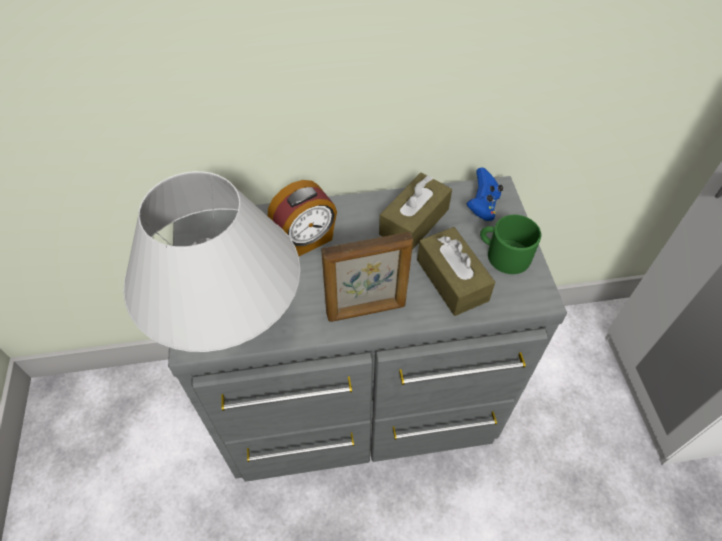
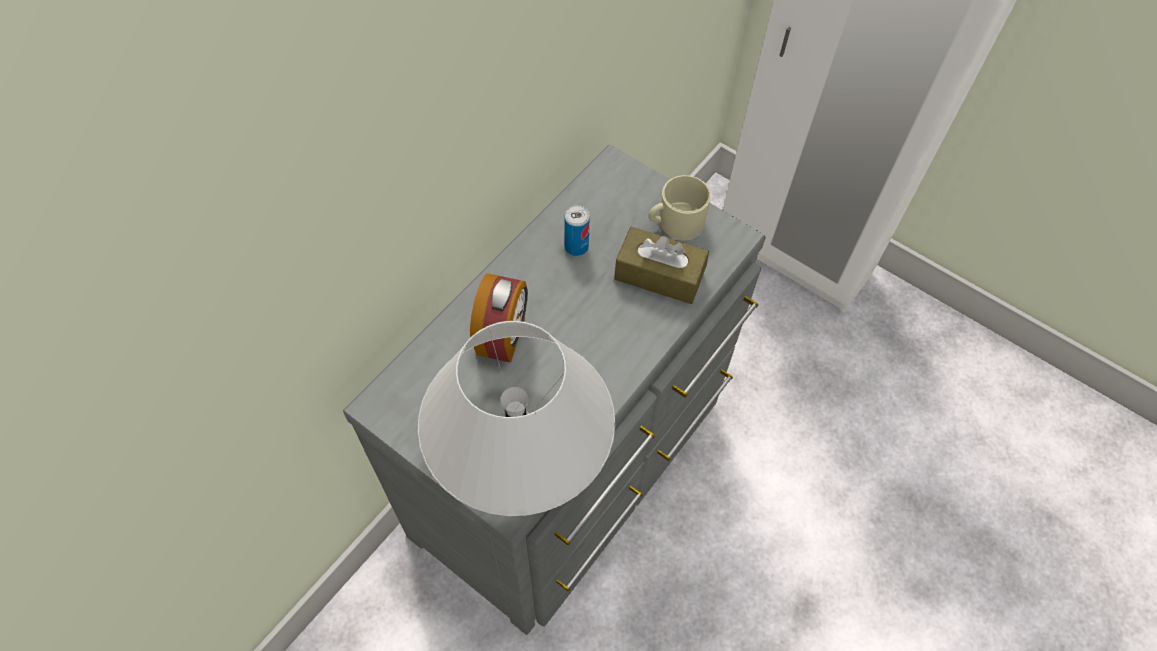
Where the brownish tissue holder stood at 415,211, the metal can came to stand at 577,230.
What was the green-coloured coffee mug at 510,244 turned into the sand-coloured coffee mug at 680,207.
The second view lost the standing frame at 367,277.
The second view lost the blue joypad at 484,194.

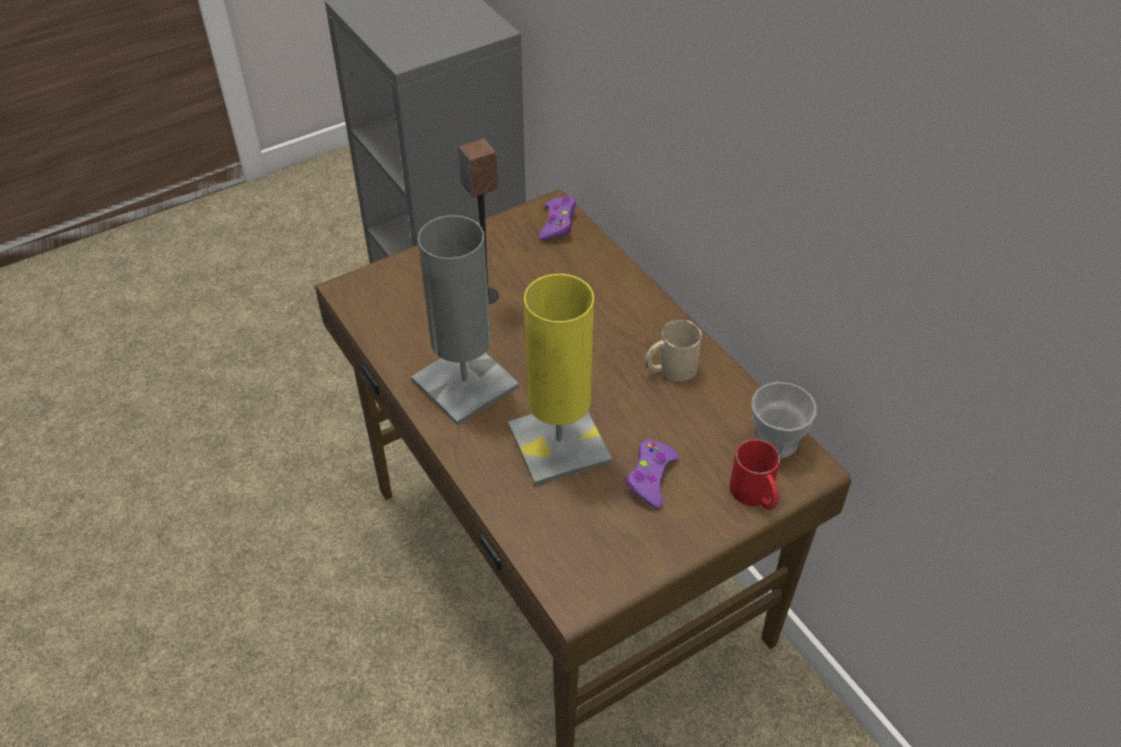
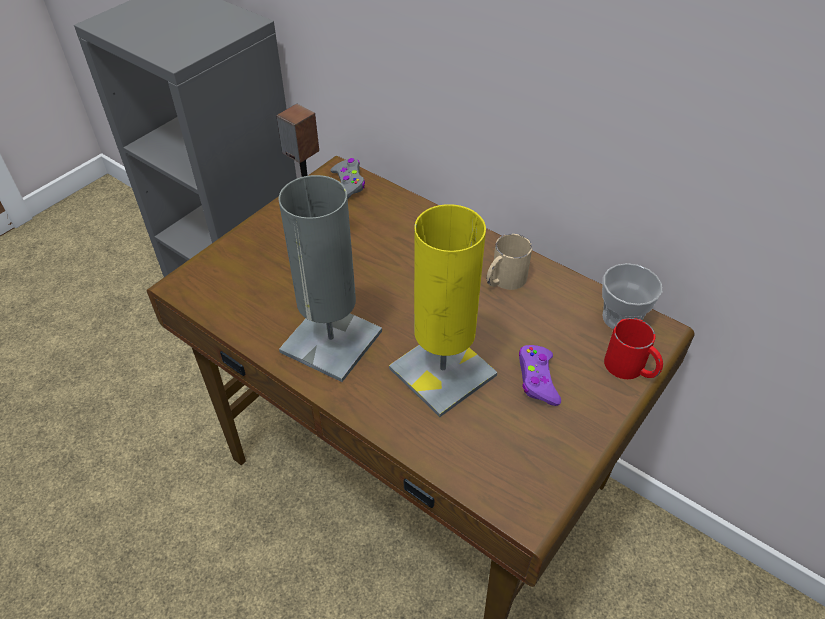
What was the purple joypad at 557,218 turned into the grey joypad at 347,178.

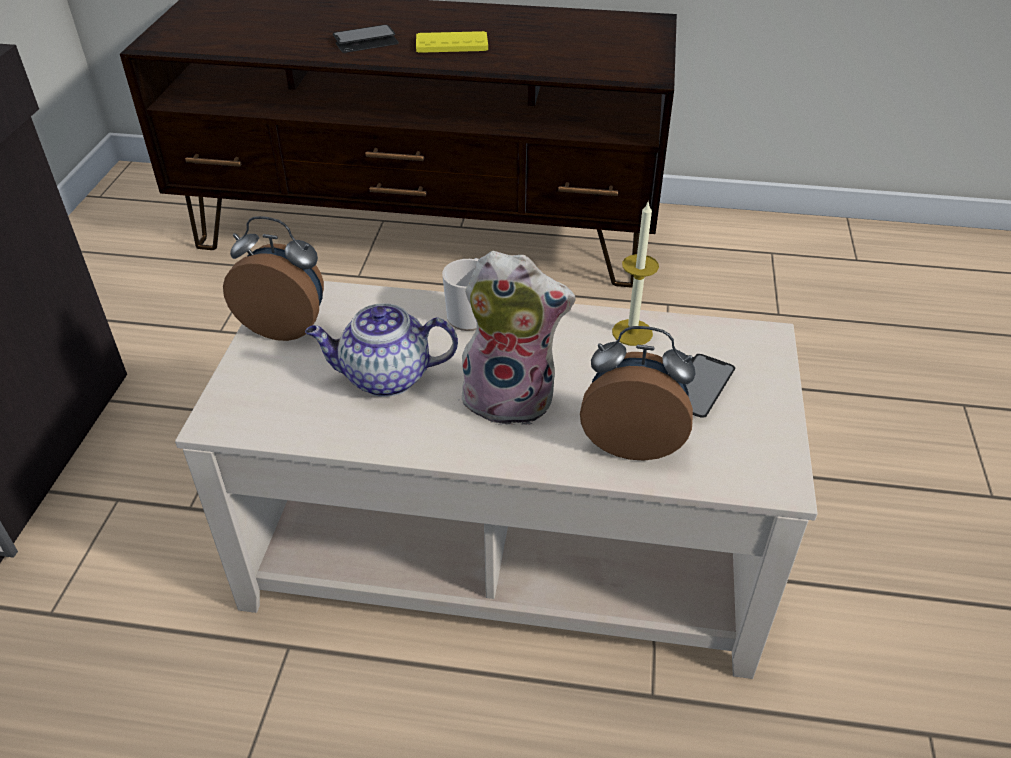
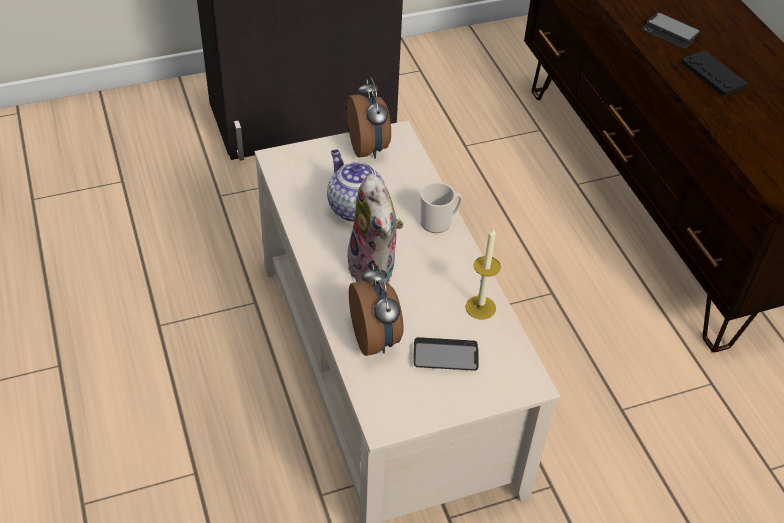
What was the yellow-coloured joypad at 452,42 turned into the black joypad at 714,73.

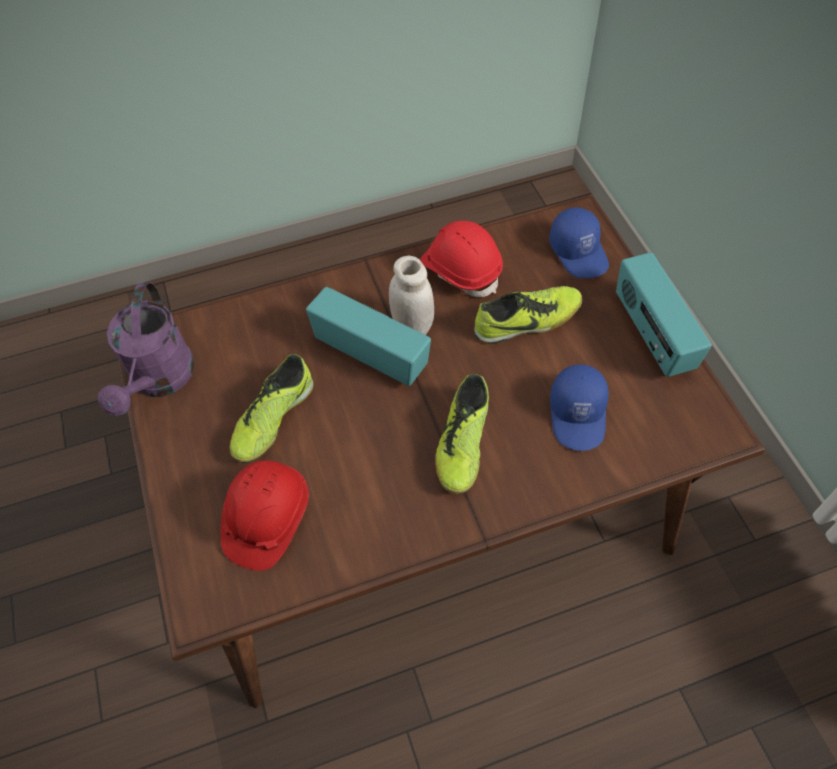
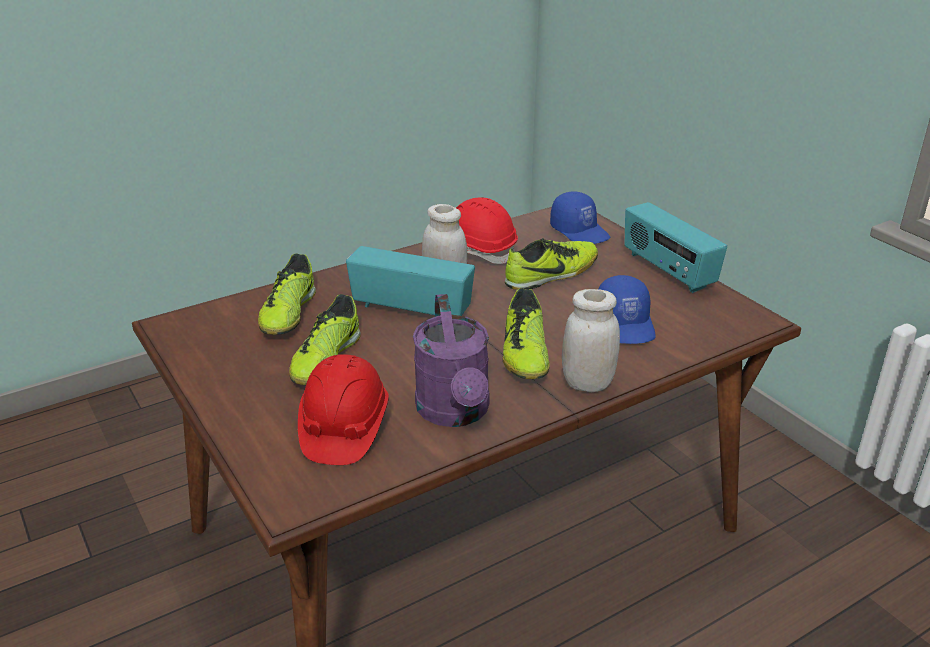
The second view gained the shoe at 287,294.
The purple sprinkling can ended up elsewhere, having gone from 146,349 to 451,360.
The second view gained the whitish jar at 591,340.

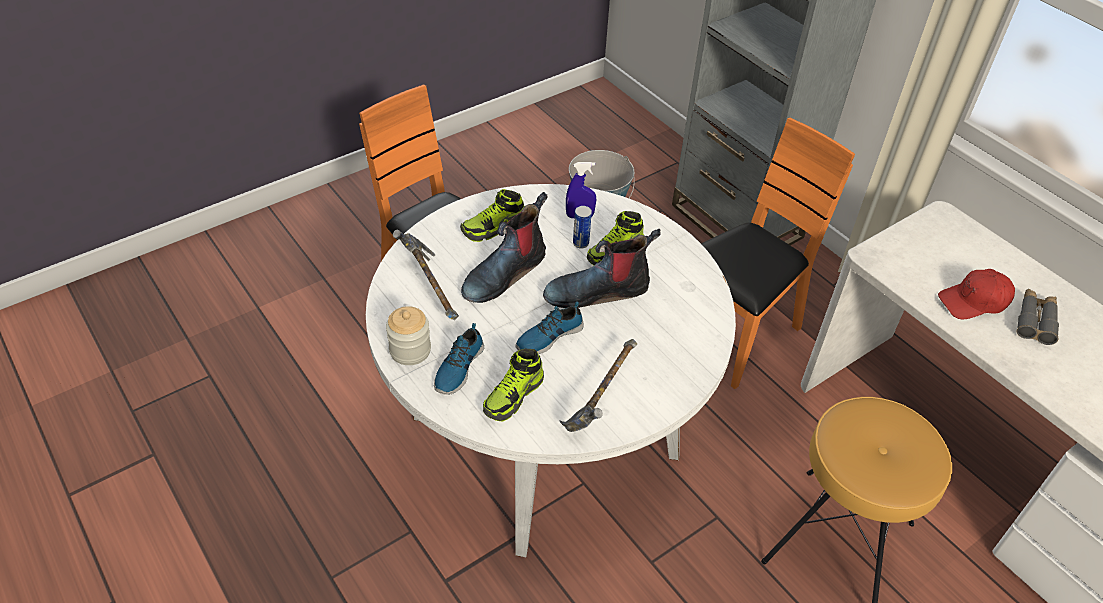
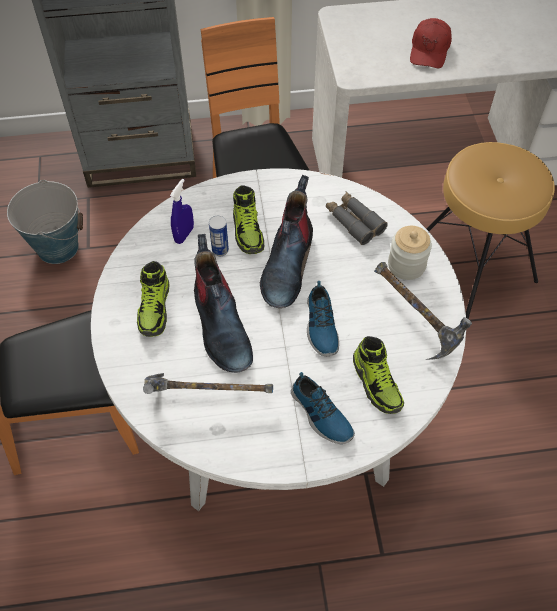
The grey pair of binoculars ended up elsewhere, having gone from 1038,317 to 357,218.
The jar ended up elsewhere, having gone from 408,335 to 410,253.

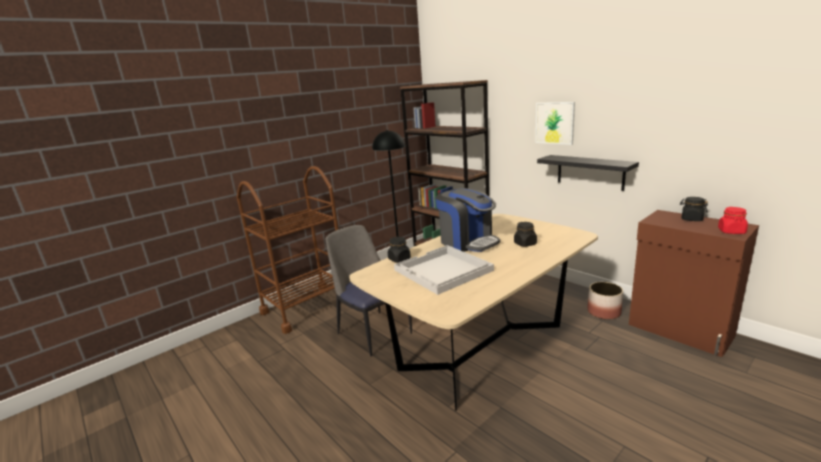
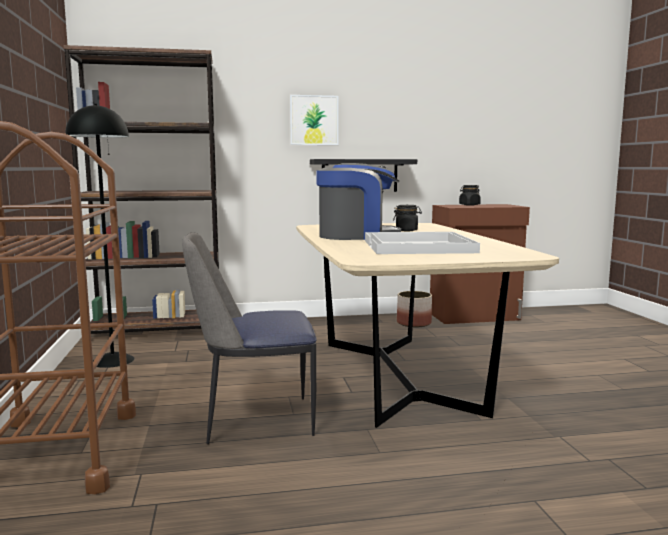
The second view lost the black jar at 399,250.
The second view lost the red jar at 733,220.

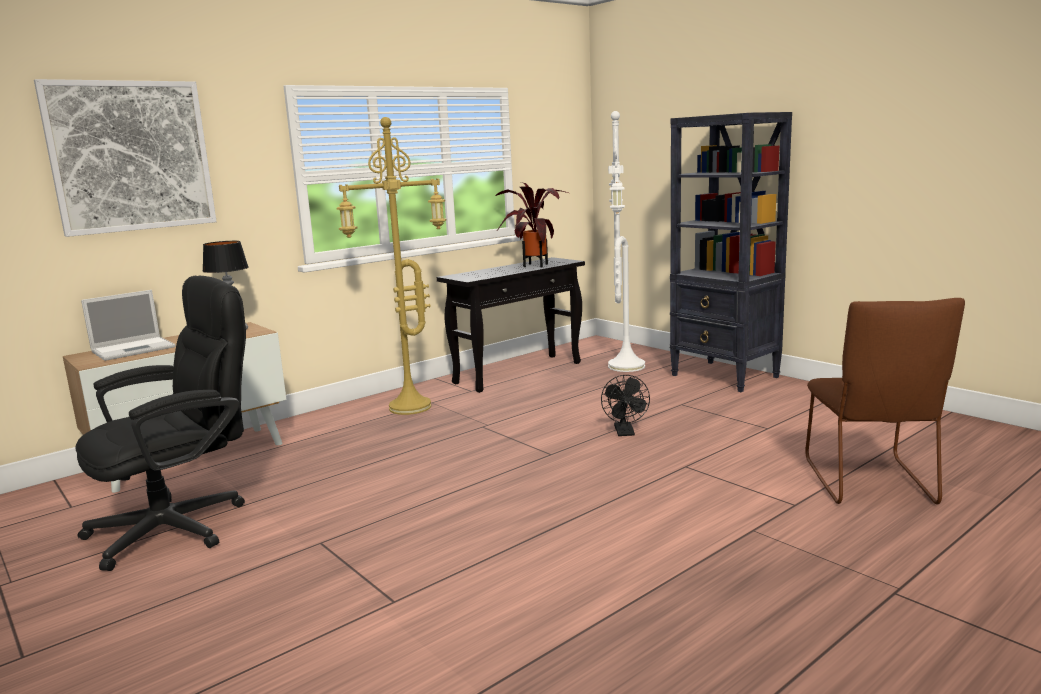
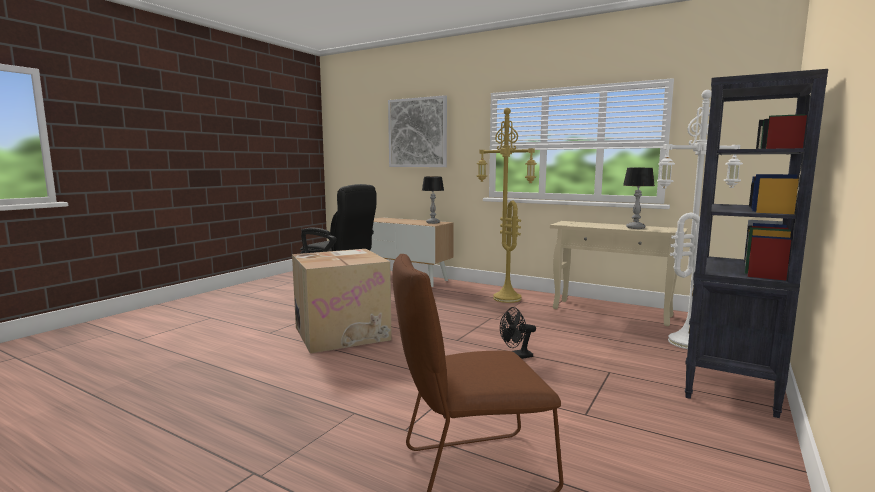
The second view gained the cardboard box at 342,301.
What was the black hall table at 511,325 turned into the sand-coloured hall table at 618,273.
Where the potted plant stood at 531,224, the tabletop lamp came to stand at 639,198.
The second view lost the notebook computer at 128,325.

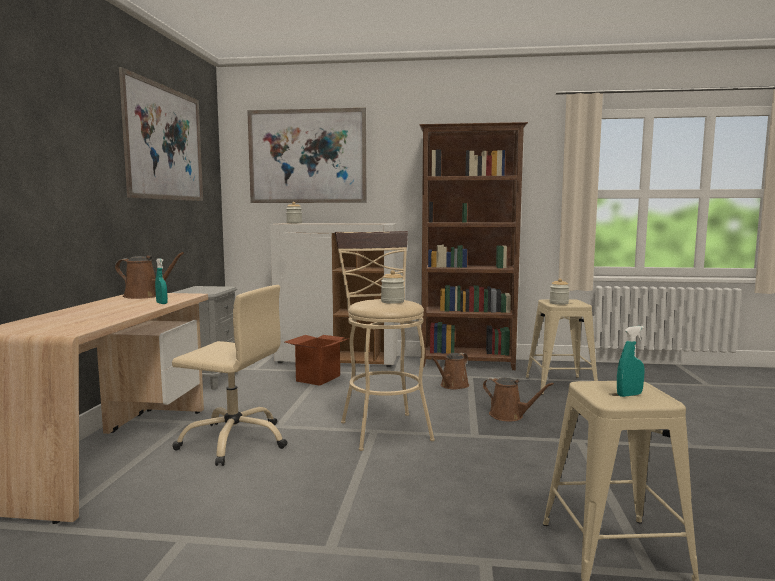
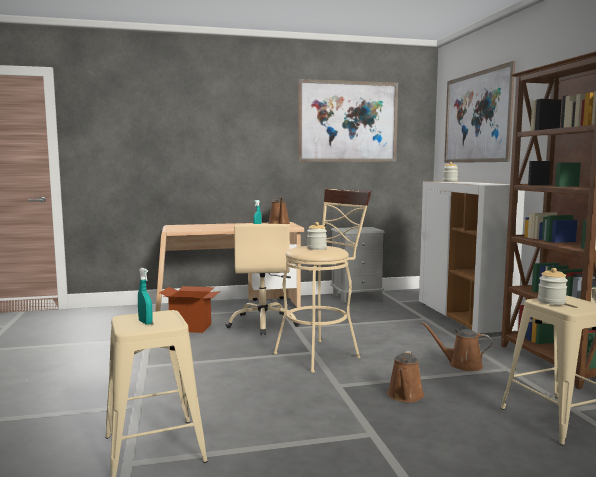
The cardboard box ended up elsewhere, having gone from 317,360 to 190,309.

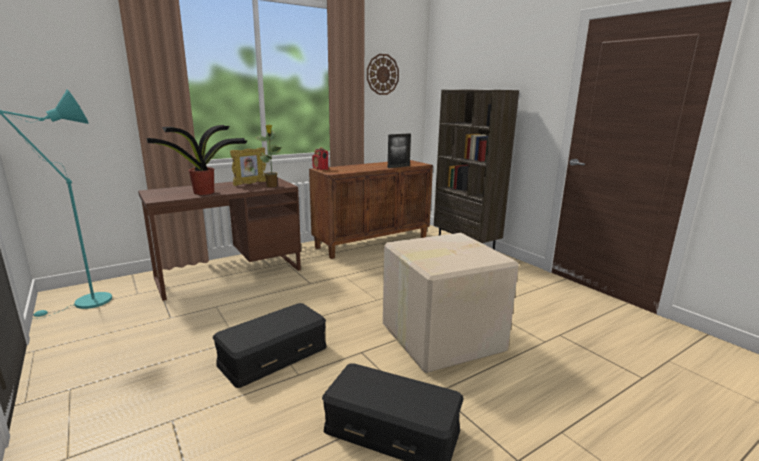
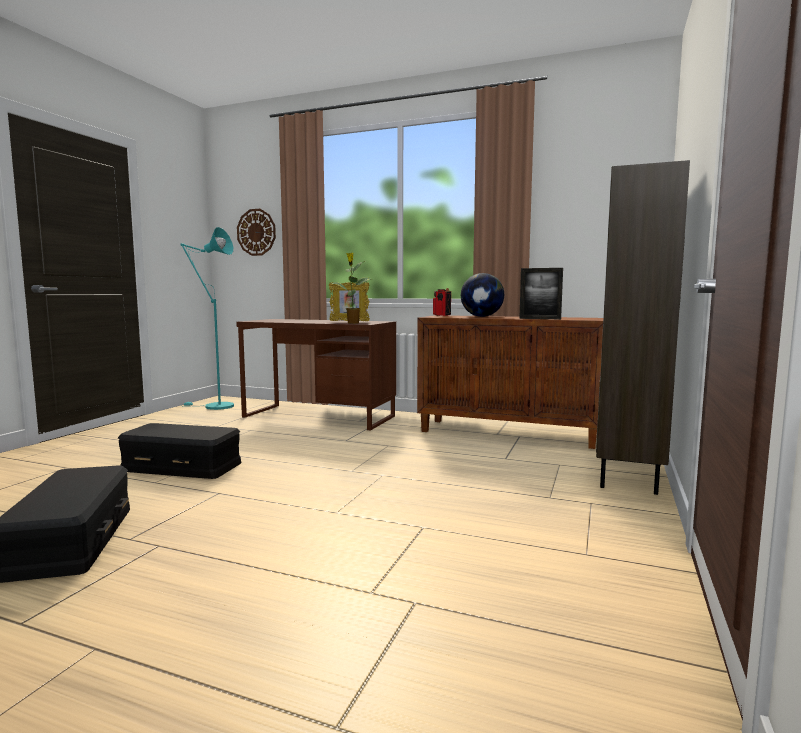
The clock on the wall ended up elsewhere, having gone from 383,74 to 256,232.
The second view gained the desk globe at 482,295.
The second view lost the potted plant at 197,160.
The second view lost the cardboard box at 451,303.

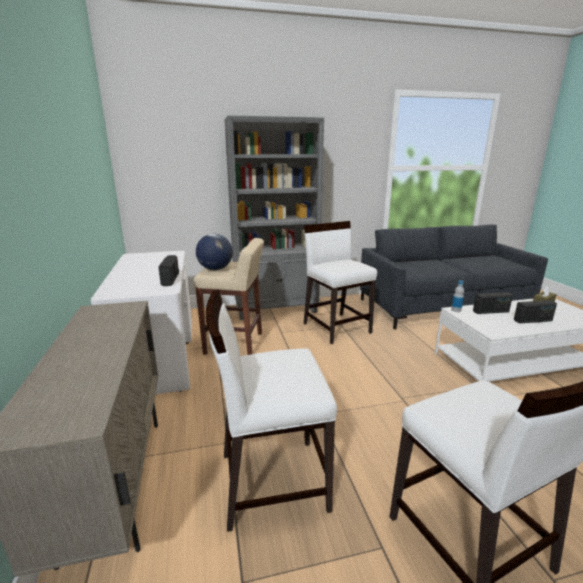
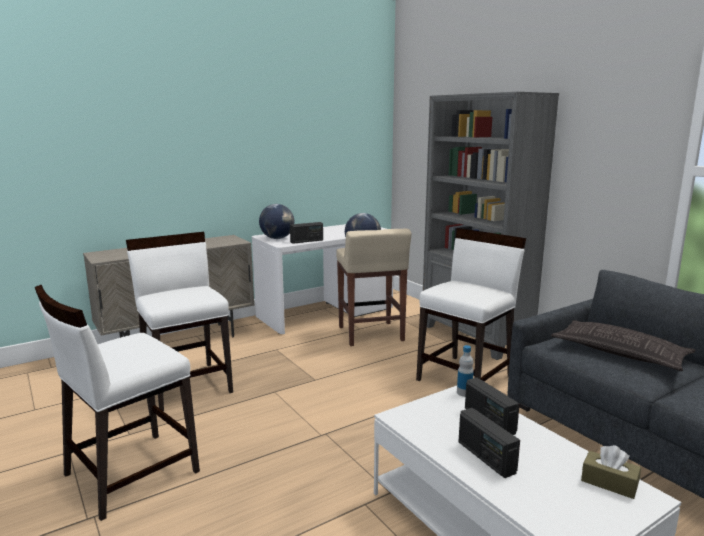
The second view gained the desk globe at 276,221.
The second view gained the cushion at 623,345.

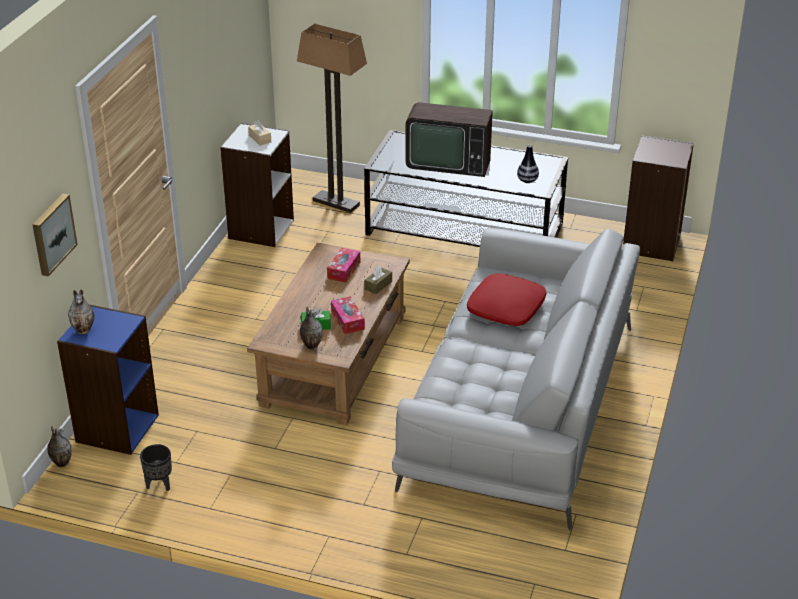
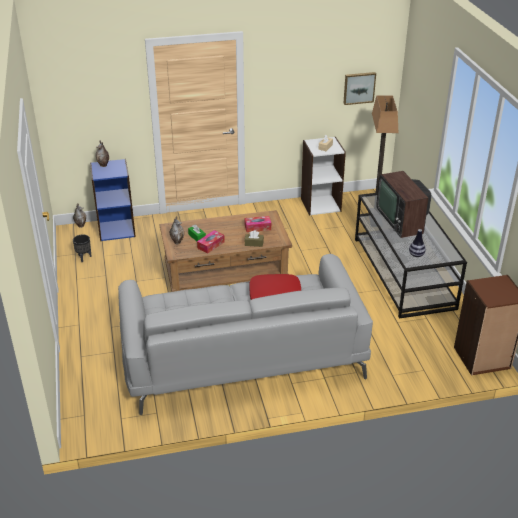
The wall art ended up elsewhere, having gone from 55,235 to 359,88.

